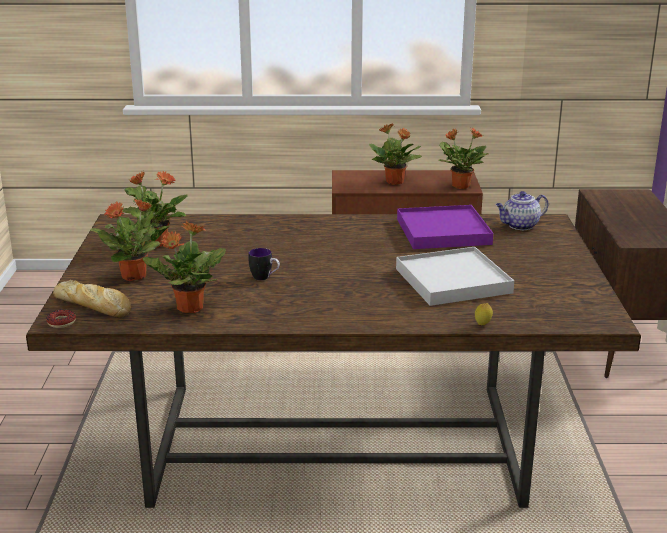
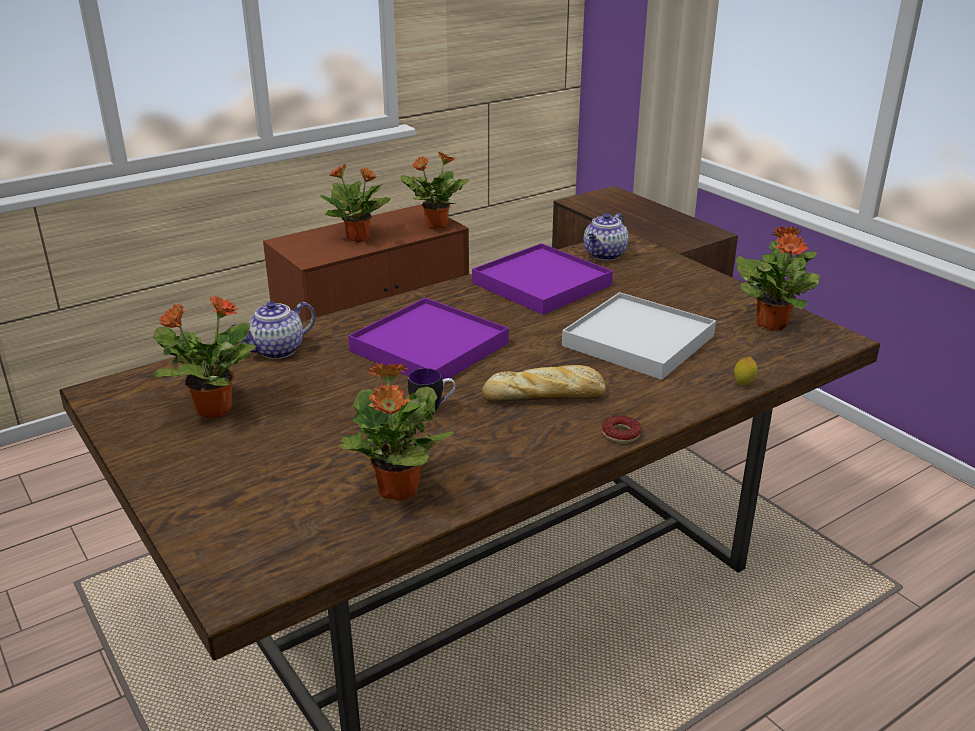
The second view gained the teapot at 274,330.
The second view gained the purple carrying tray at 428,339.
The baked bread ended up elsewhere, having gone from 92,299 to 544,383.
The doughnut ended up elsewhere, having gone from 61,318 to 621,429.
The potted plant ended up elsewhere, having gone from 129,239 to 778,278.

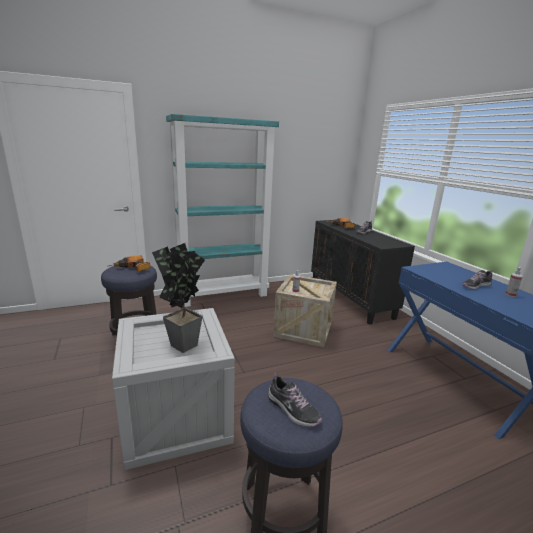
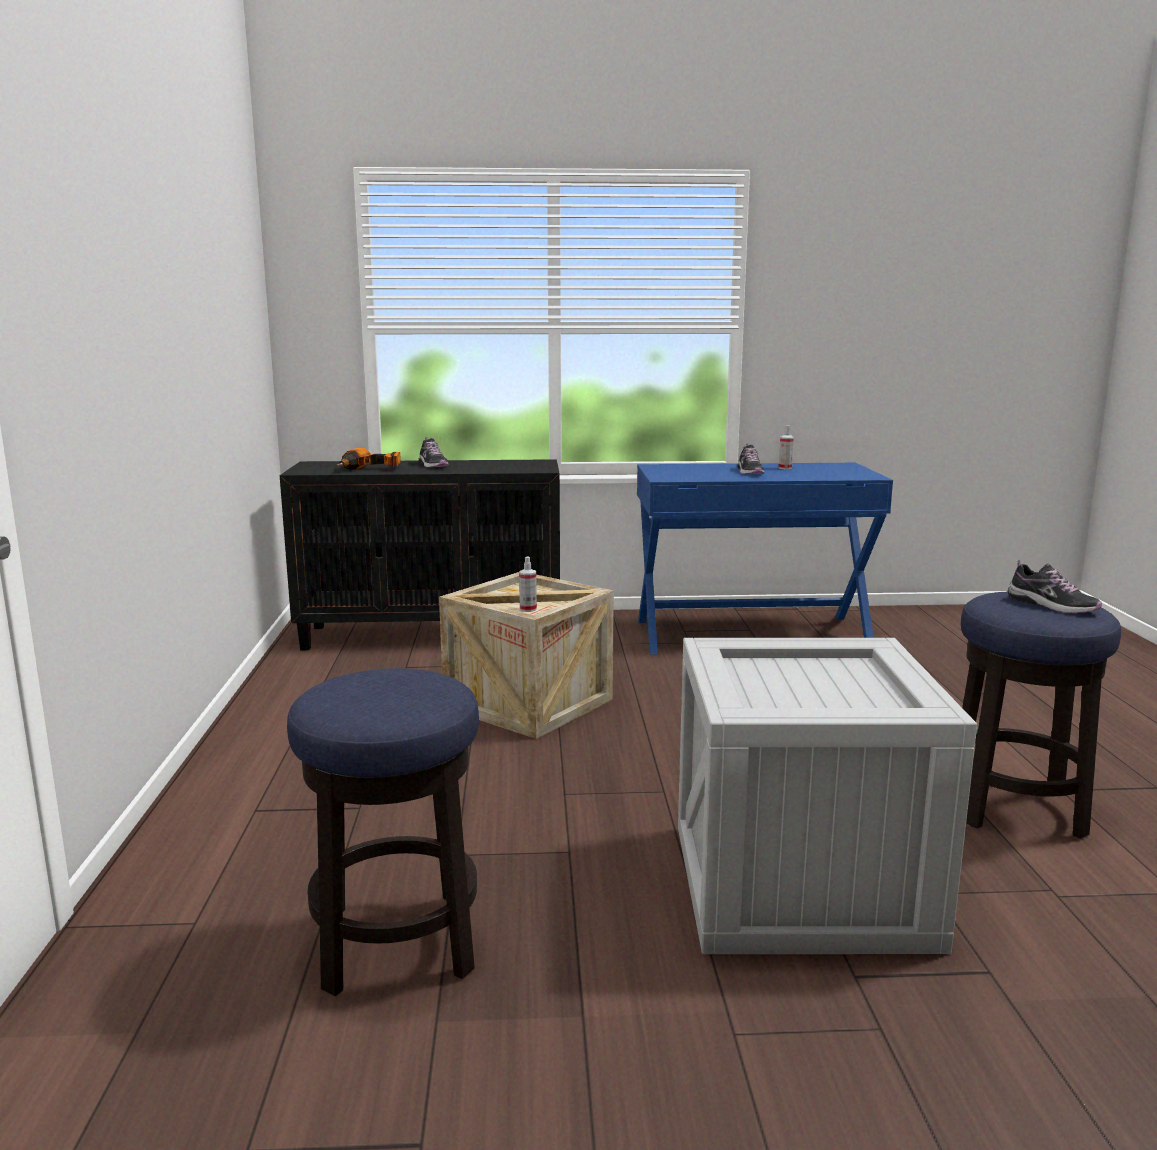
The shoe at 295,400 ended up facing another way, 75 degrees clockwise from before.
The second view lost the power drill at 129,263.
The second view lost the potted plant at 178,298.
The second view lost the turquoise bookshelf at 222,210.

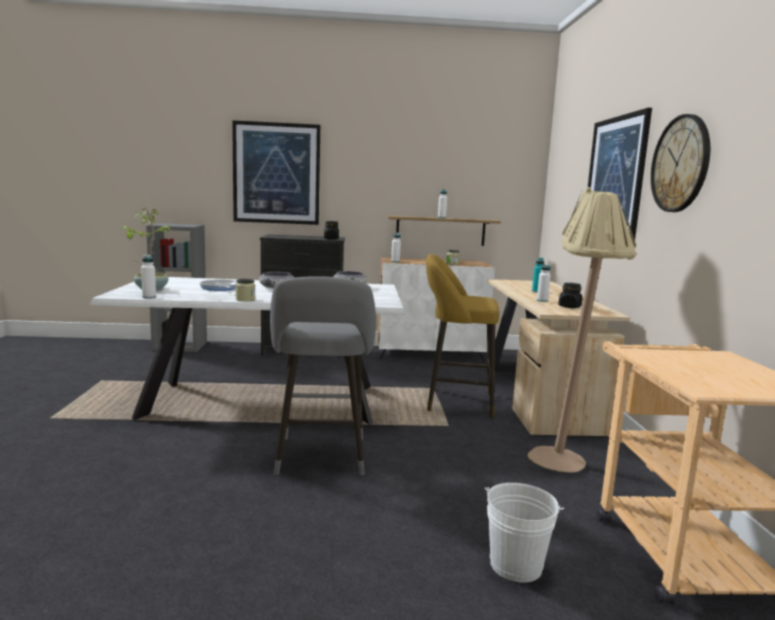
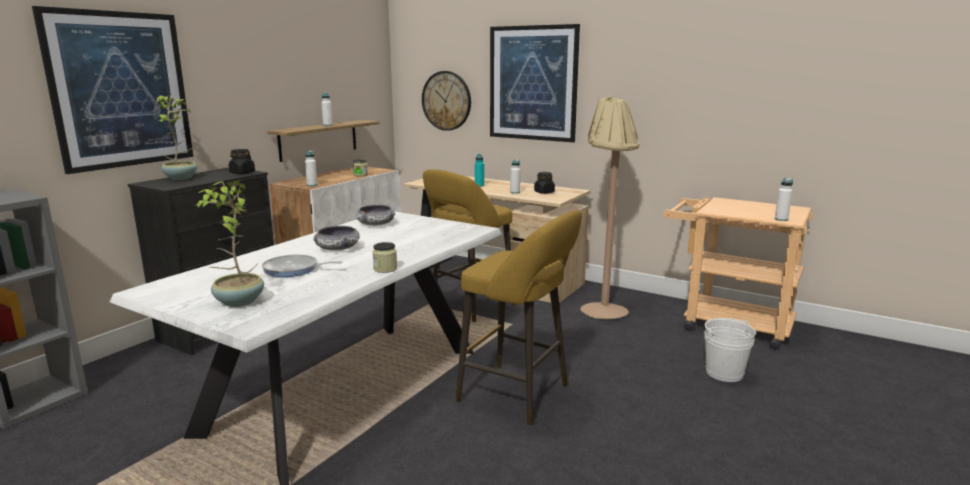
The second view gained the potted plant at 177,137.
The clock on the wall ended up elsewhere, having gone from 680,163 to 446,101.
What was the grey stool seat at 323,375 turned into the yellow-coloured stool seat at 519,317.
The whitish drink bottle ended up elsewhere, having gone from 148,277 to 784,199.

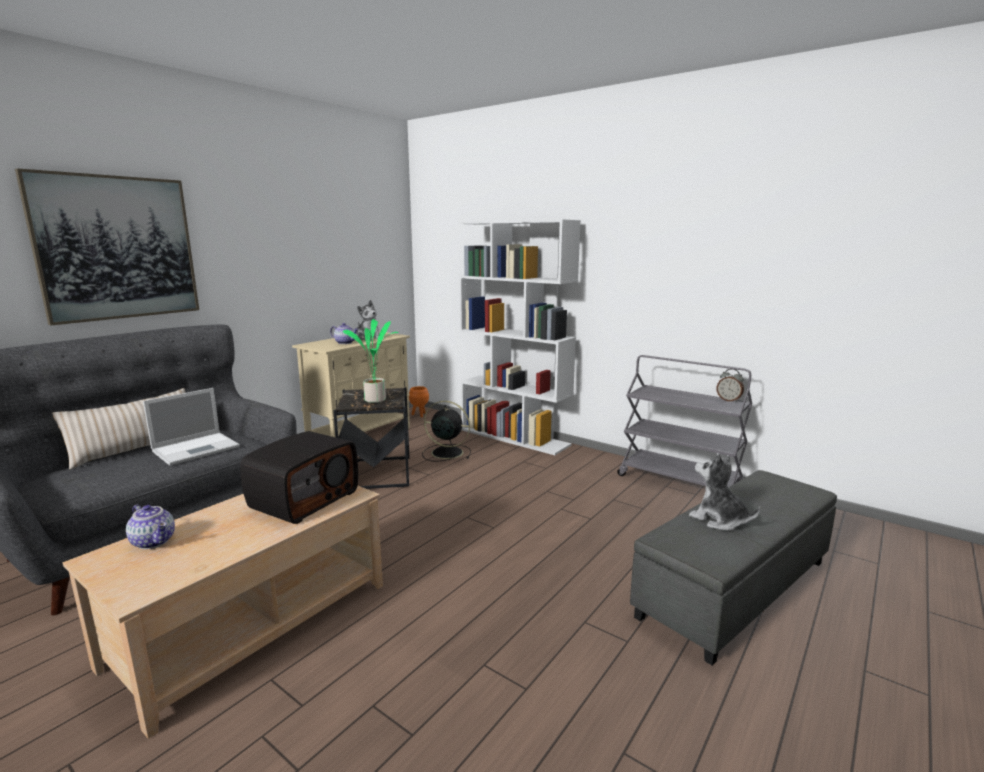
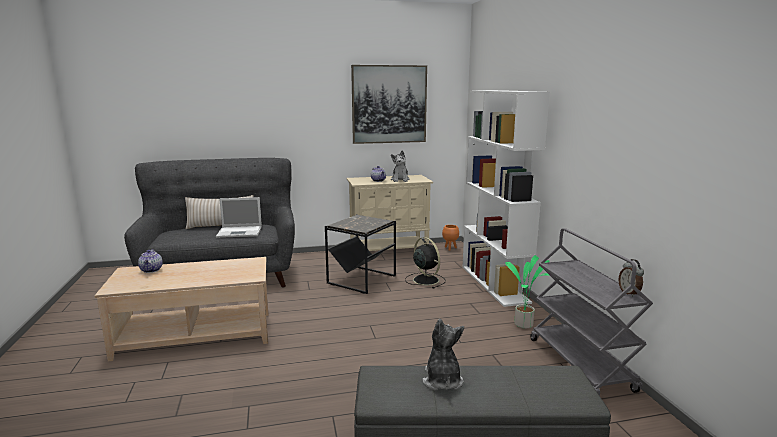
The wall art ended up elsewhere, having gone from 107,246 to 389,104.
The potted plant ended up elsewhere, having gone from 371,361 to 527,291.
The second view lost the radio receiver at 299,477.

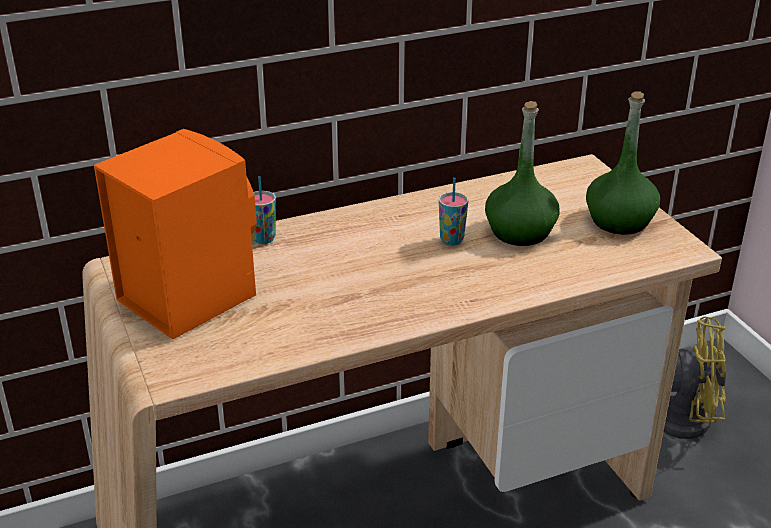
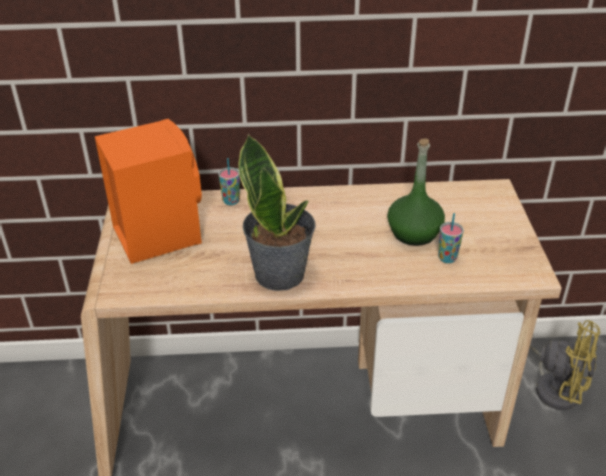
The second view gained the potted plant at 277,212.
The cup ended up elsewhere, having gone from 453,212 to 451,238.
The second view lost the green-coloured drink bottle at 623,163.

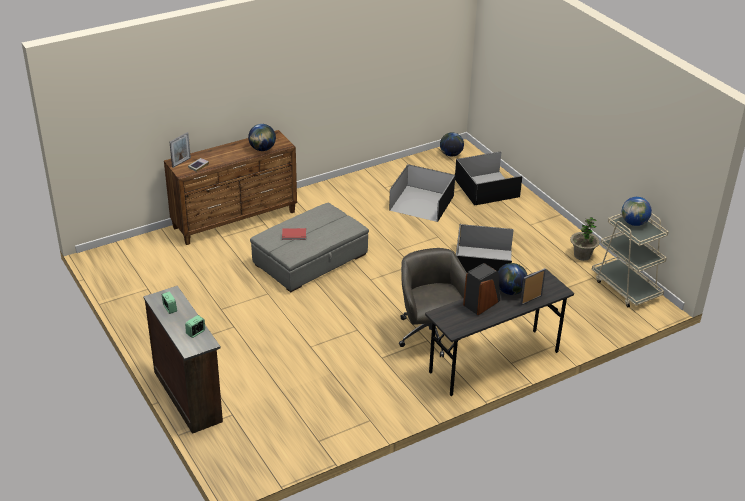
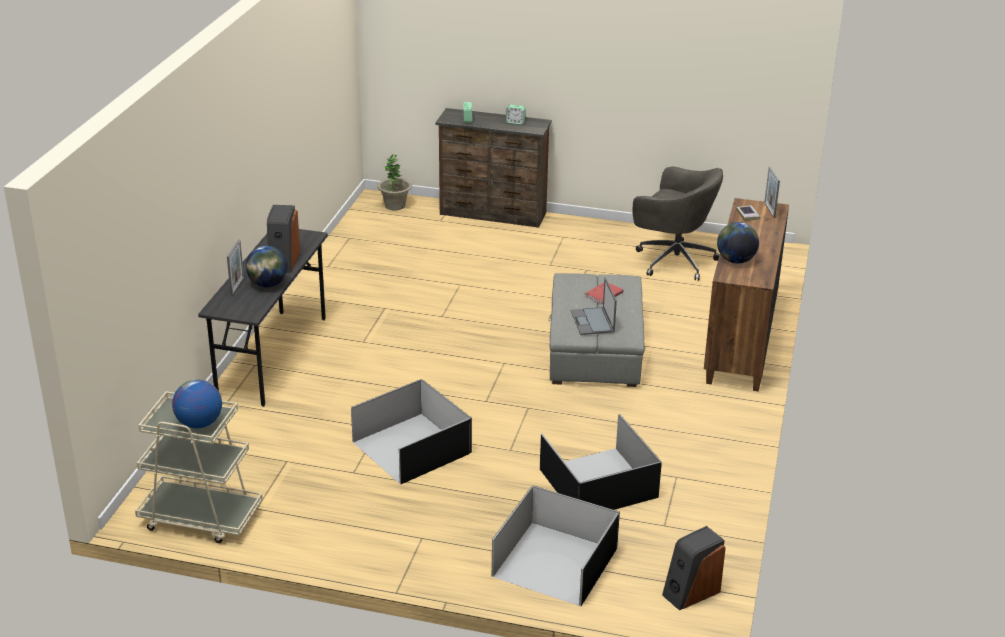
The potted plant ended up elsewhere, having gone from 585,239 to 394,182.
The second view gained the notebook computer at 594,306.
The grey computer chair ended up elsewhere, having gone from 433,302 to 678,223.
Where the desk globe stood at 452,144, the speaker came to stand at 694,568.

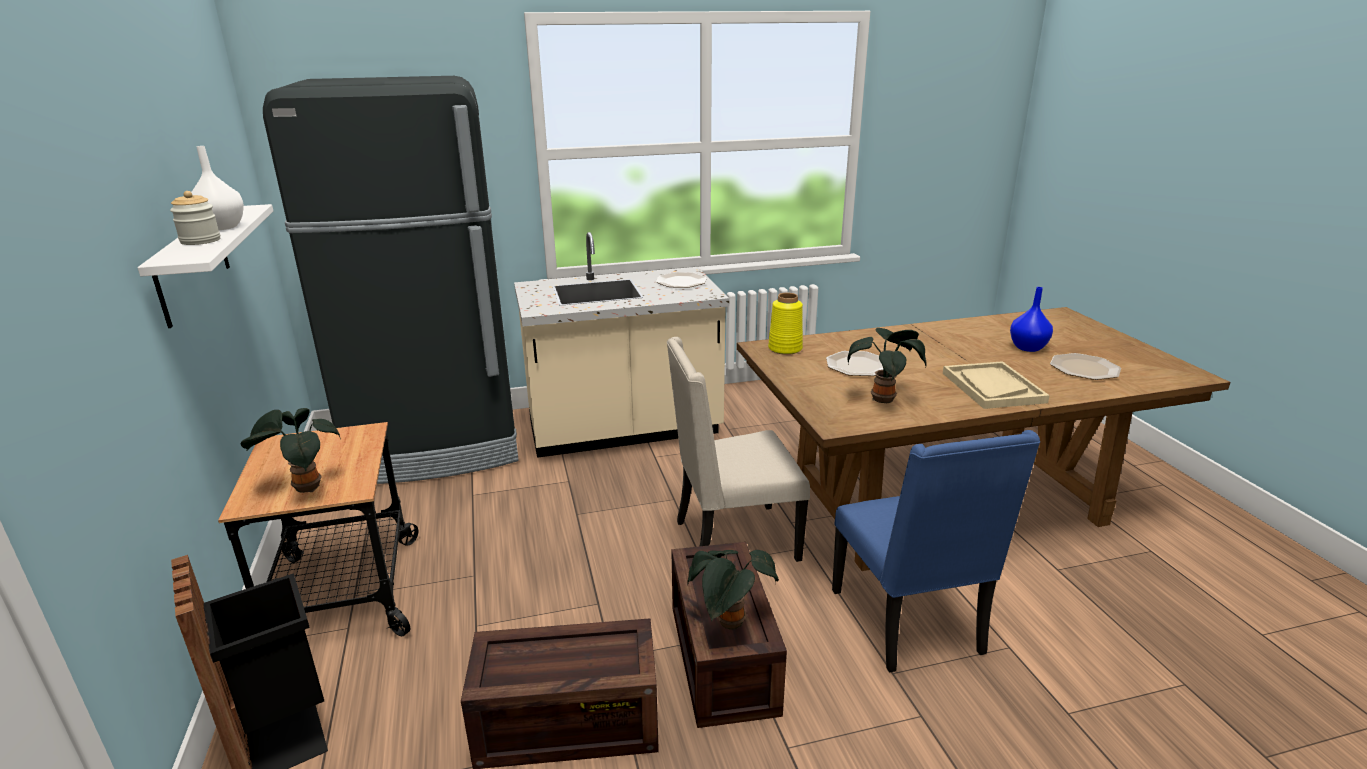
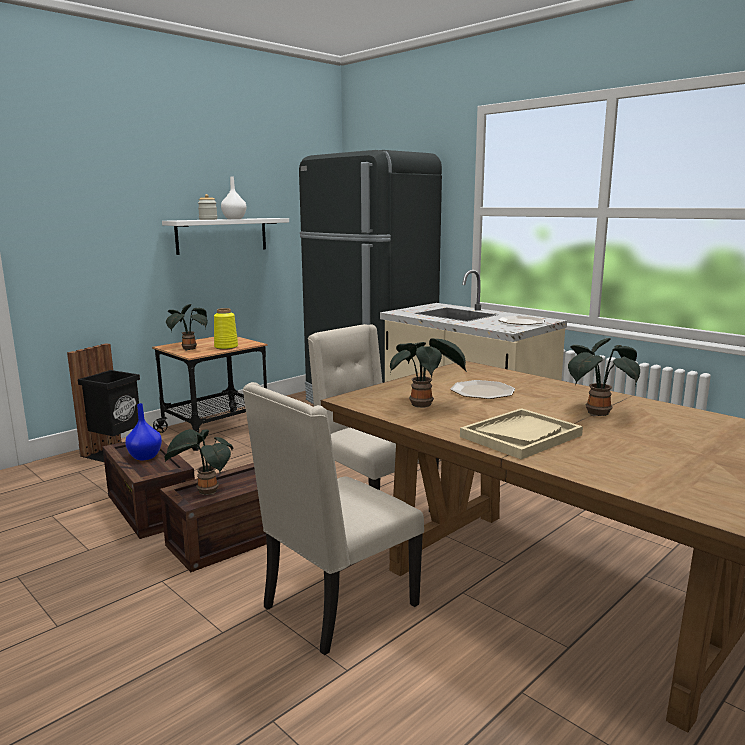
The blue flower vase ended up elsewhere, having gone from 1031,319 to 143,431.
The yellow-coloured flower vase ended up elsewhere, having gone from 785,324 to 226,329.
What was the blue upright chair at 936,551 turned into the sand-coloured upright chair at 333,519.
The second view gained the potted plant at 604,377.
The second view lost the dinner plate at 1085,366.

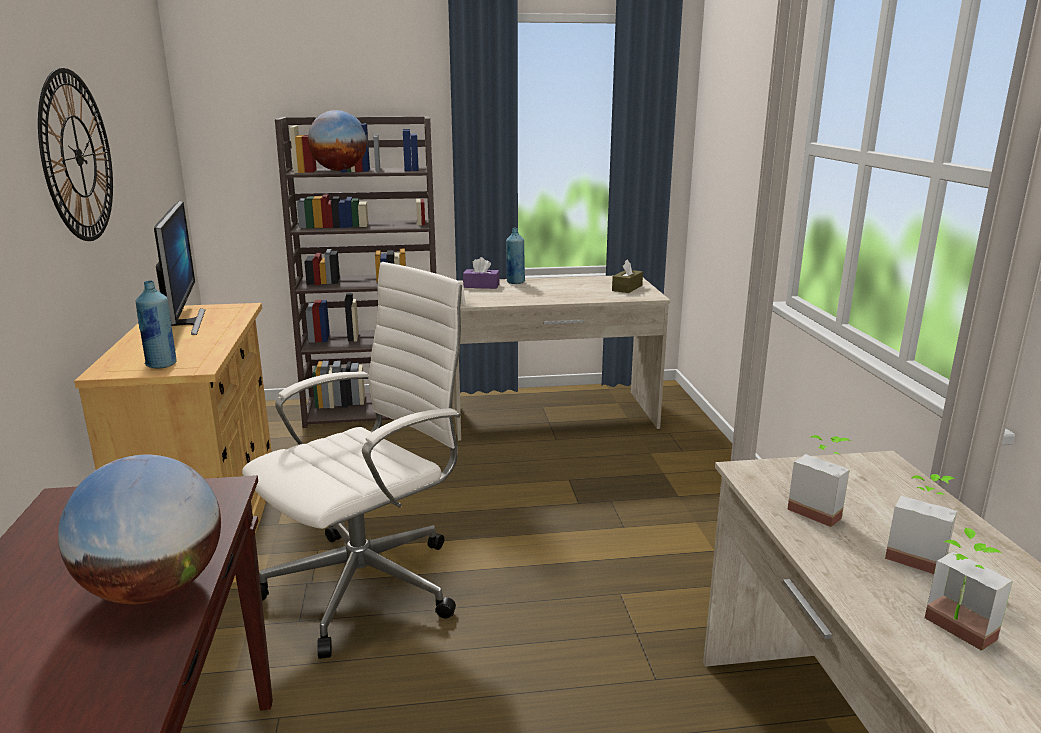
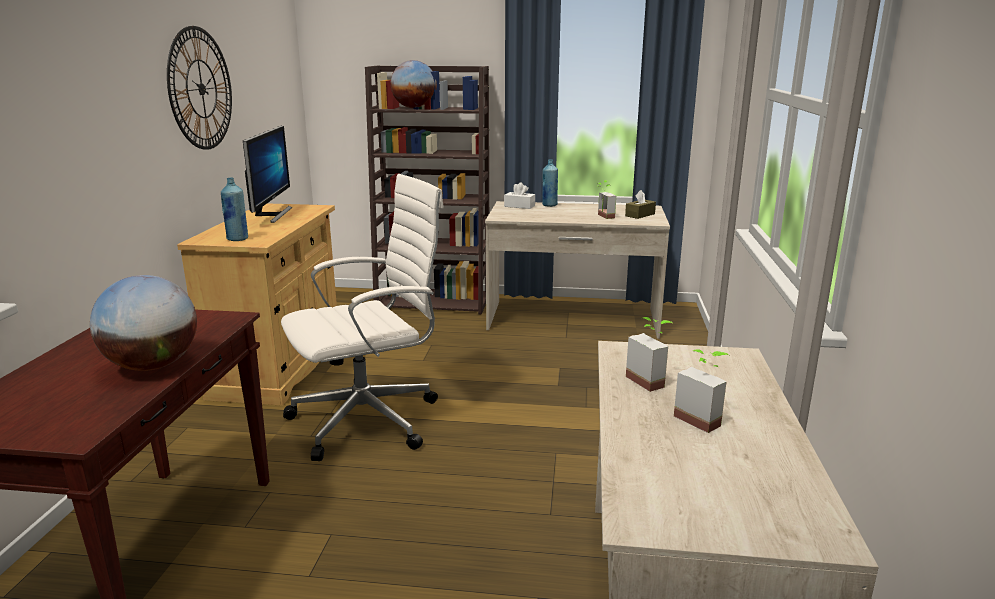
What was the purple tissue holder at 481,273 turned into the whitish tissue holder at 519,195.
The potted plant ended up elsewhere, having gone from 969,589 to 607,199.

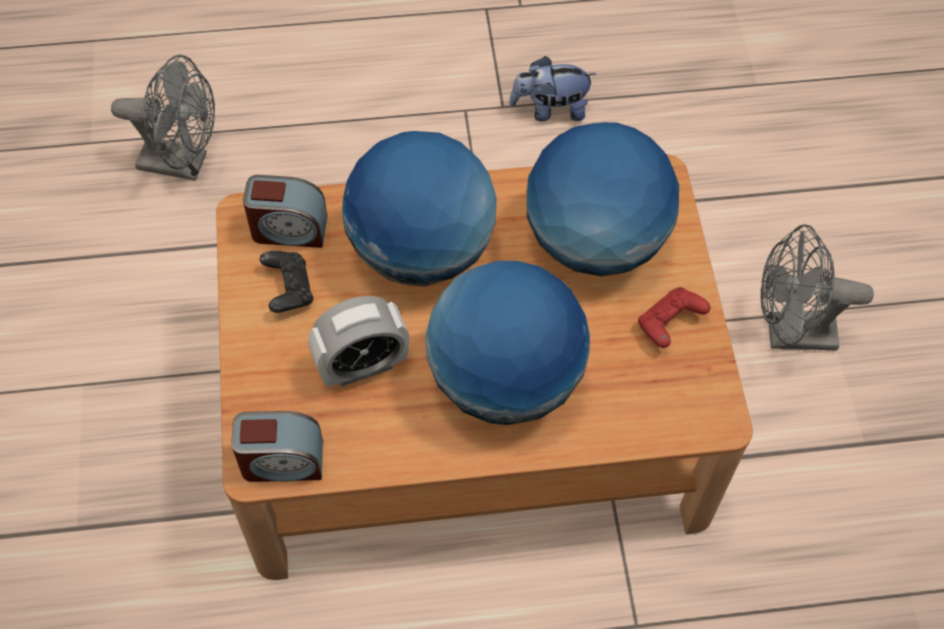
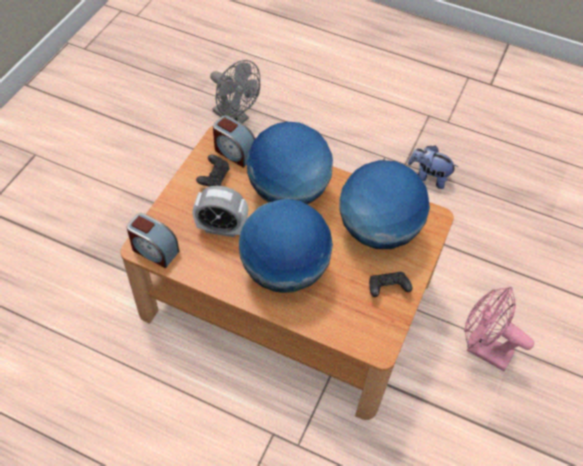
What was the red joypad at 674,317 turned into the black joypad at 390,284.
What was the grey cooling fan at 817,287 turned into the pink-coloured cooling fan at 499,329.

